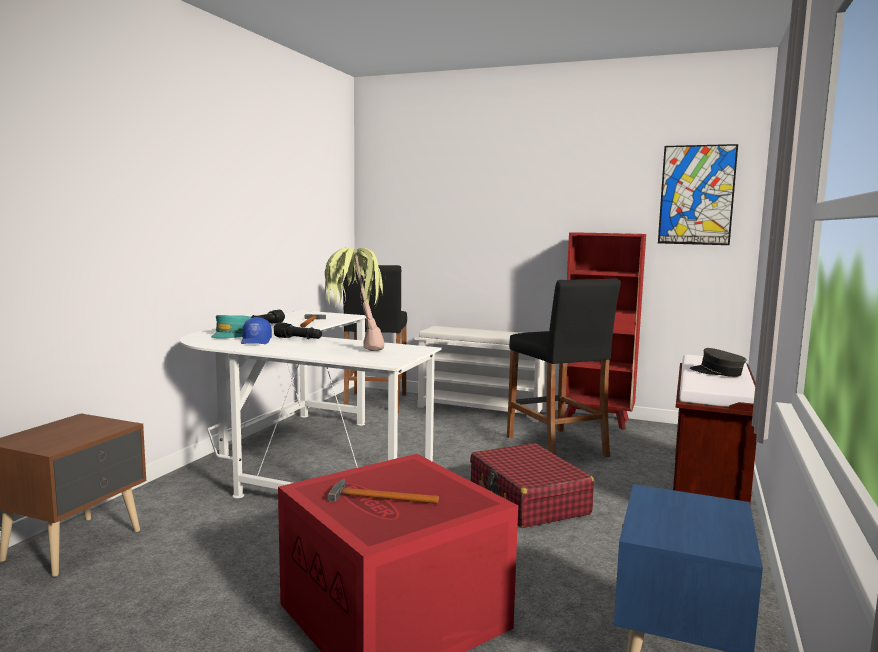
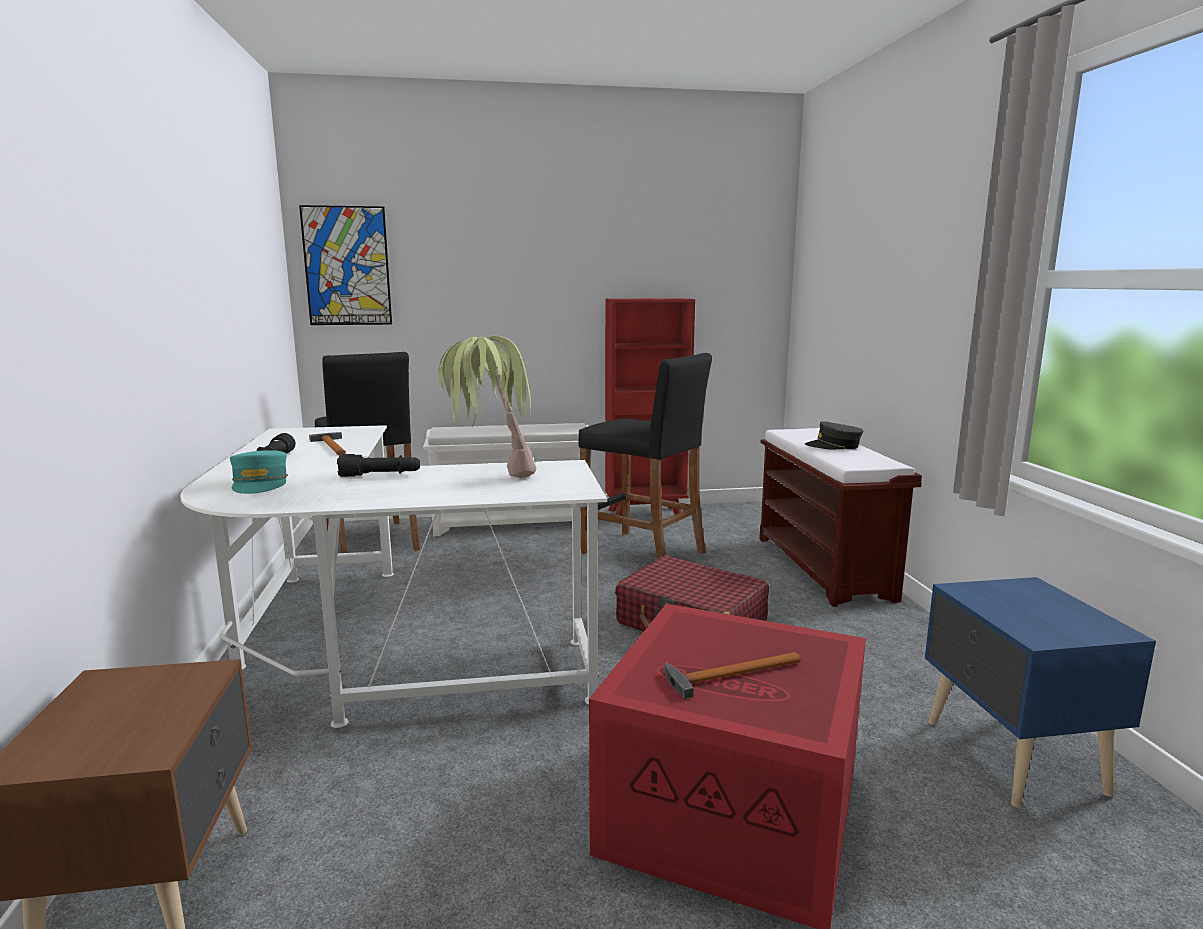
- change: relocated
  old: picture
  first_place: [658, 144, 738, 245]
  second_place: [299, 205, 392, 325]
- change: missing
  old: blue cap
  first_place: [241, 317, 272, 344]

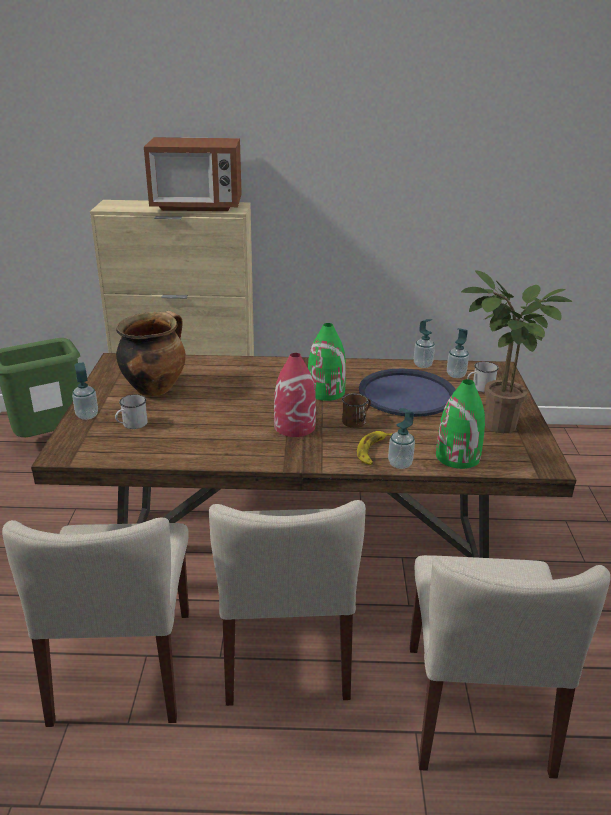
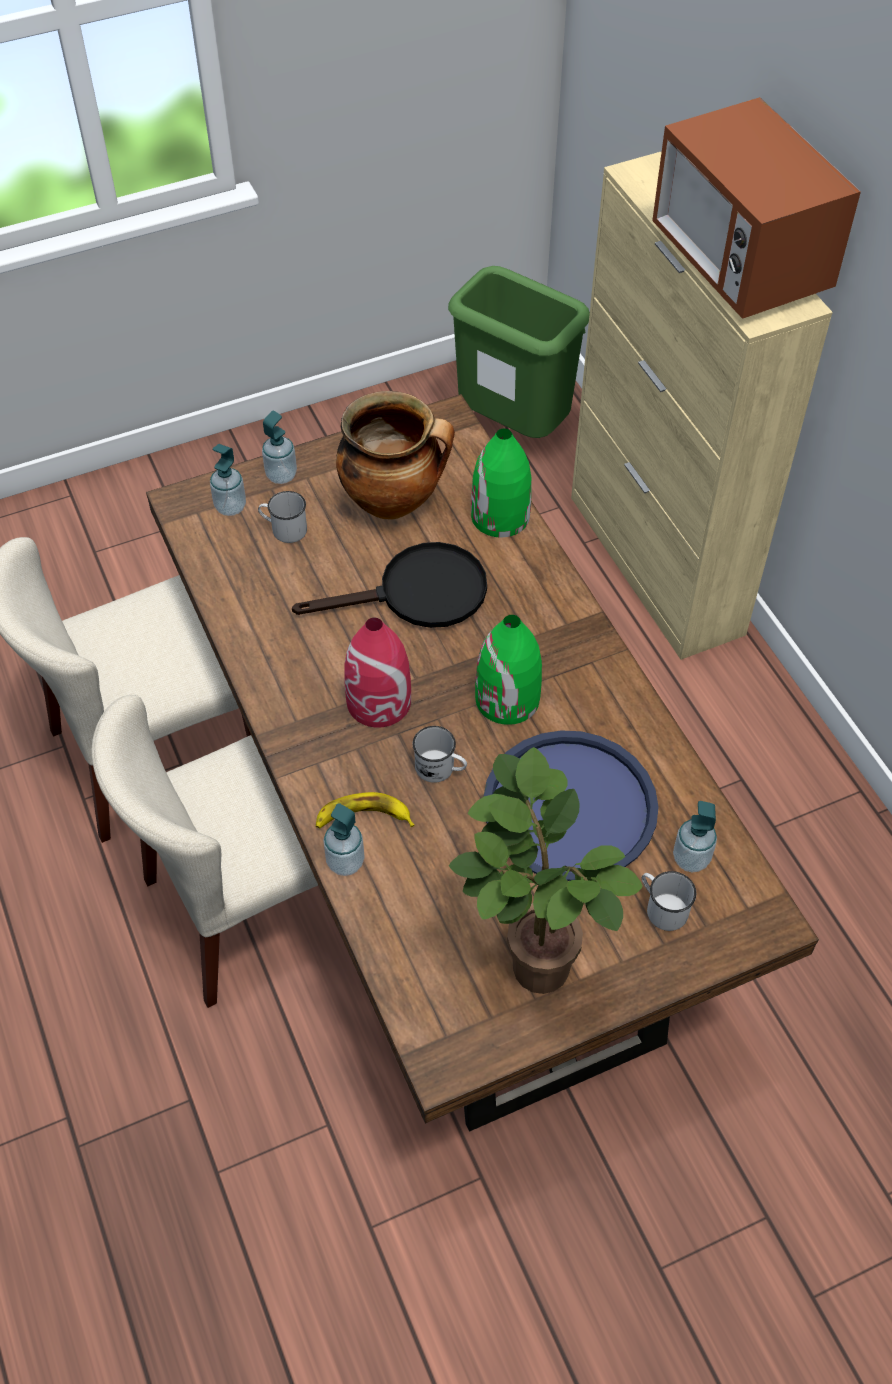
- change: relocated
  old: soap dispenser
  first_place: [414, 319, 435, 368]
  second_place: [210, 444, 246, 516]
- change: relocated
  old: green vase
  first_place: [436, 379, 485, 469]
  second_place: [471, 429, 531, 537]
- change: colour
  old: brown mug
  new: white mug
  first_place: [342, 393, 371, 428]
  second_place: [413, 726, 467, 783]
- change: missing
  old: beige chair
  first_place: [410, 555, 611, 779]
- change: appeared
  new: black frying pan
  second_place: [292, 542, 487, 628]

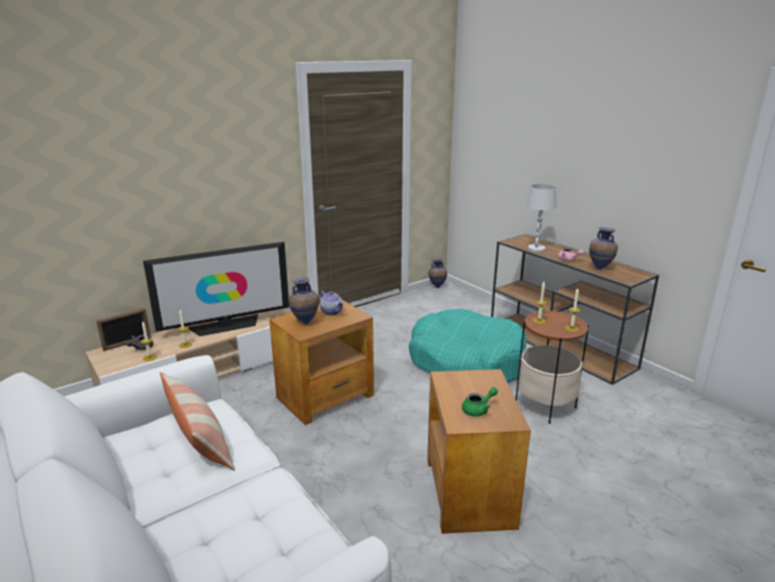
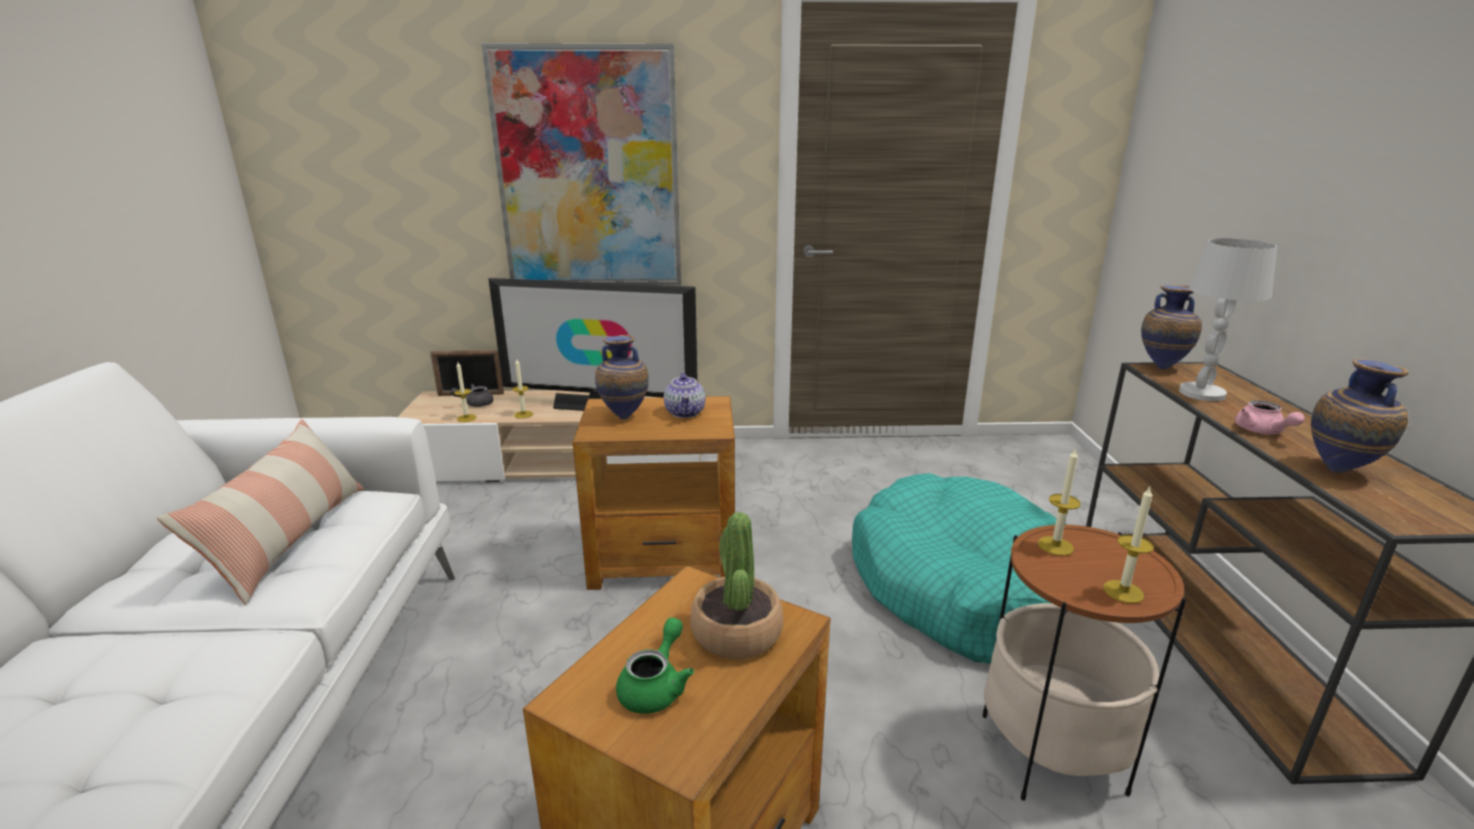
- change: relocated
  old: vase
  first_place: [429, 258, 447, 288]
  second_place: [1141, 285, 1202, 369]
- change: spun
  old: green teapot
  first_place: [462, 387, 498, 416]
  second_place: [616, 617, 694, 714]
  degrees: -75
- change: appeared
  new: picture
  second_place: [481, 43, 681, 285]
- change: appeared
  new: potted plant
  second_place: [690, 512, 783, 659]

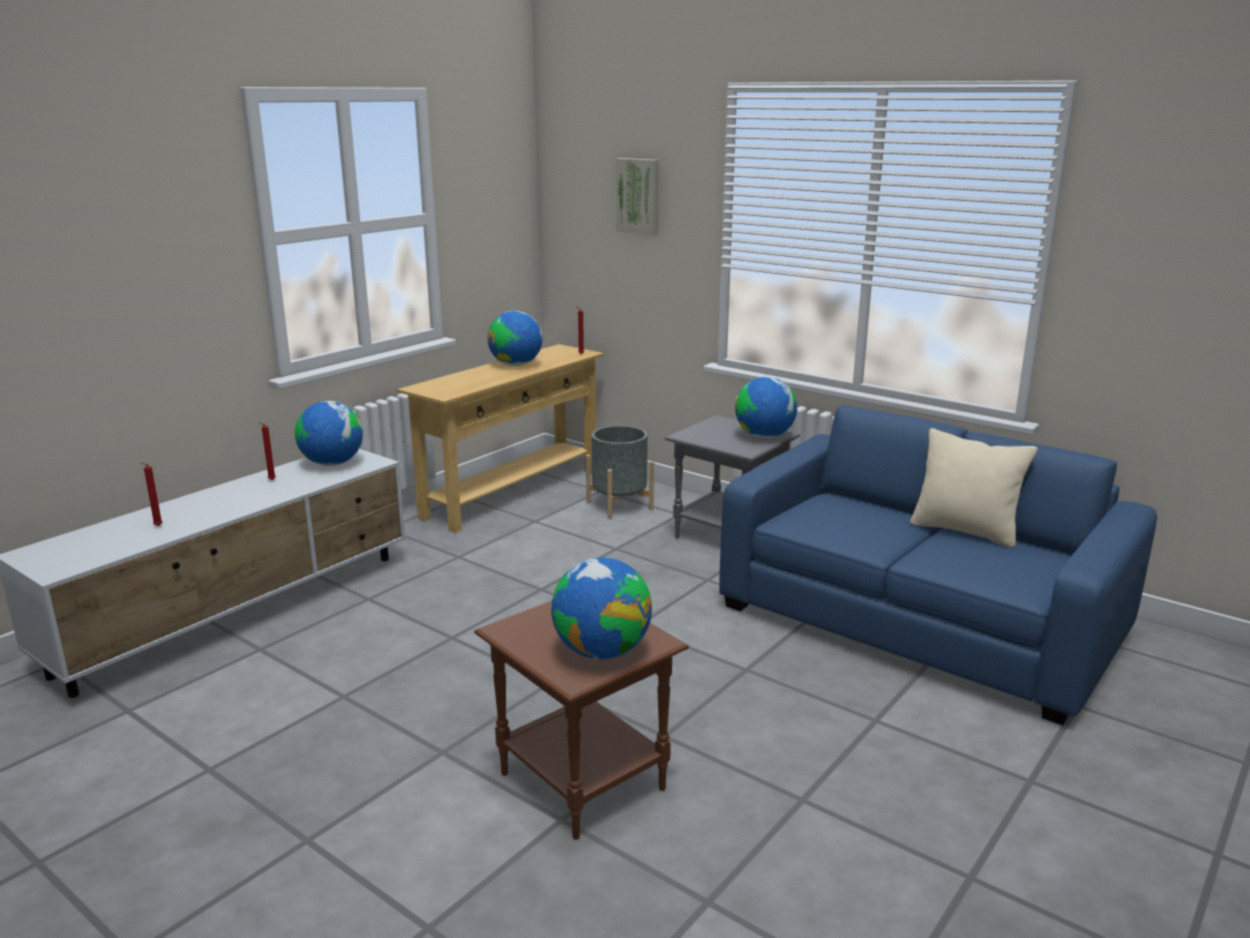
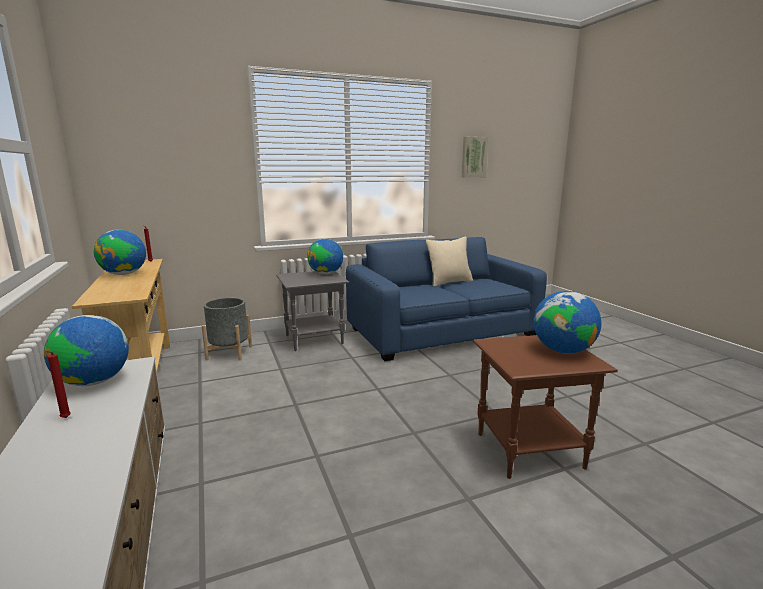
- change: relocated
  old: picture
  first_place: [616, 158, 659, 235]
  second_place: [462, 137, 488, 178]
- change: missing
  old: red candle
  first_place: [141, 463, 162, 526]

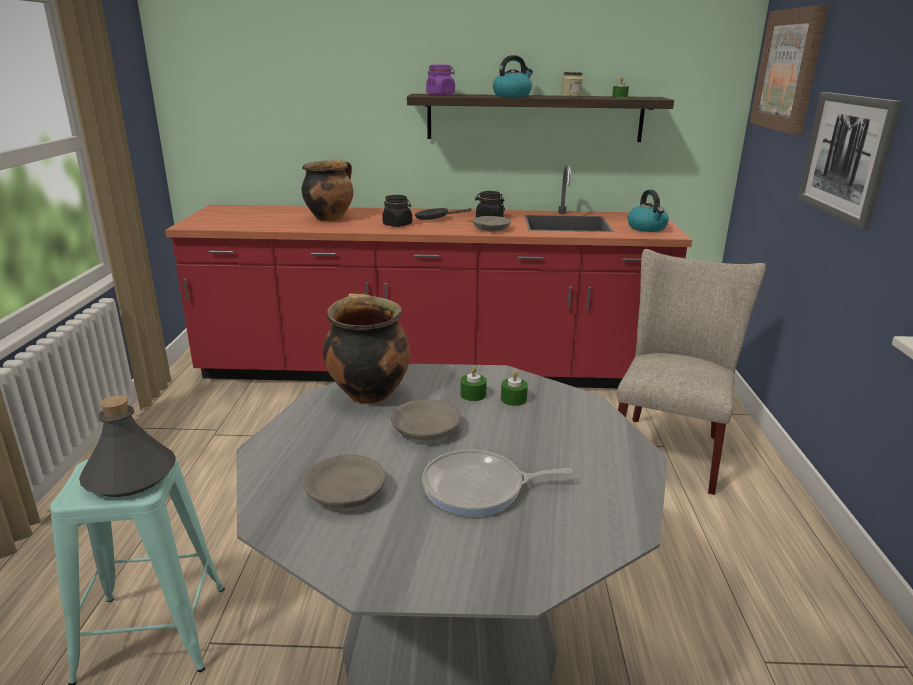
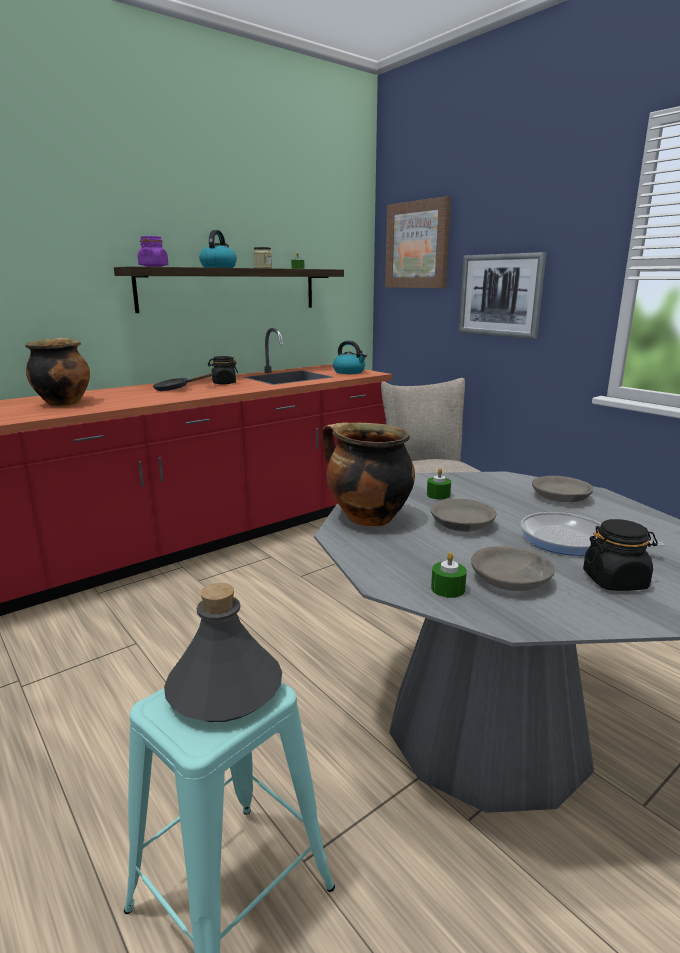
- change: relocated
  old: black jar
  first_place: [382, 195, 412, 227]
  second_place: [583, 519, 658, 591]
- change: relocated
  old: grey bowl
  first_place: [473, 216, 511, 232]
  second_place: [532, 476, 593, 502]
- change: relocated
  old: green candle
  first_place: [501, 371, 528, 406]
  second_place: [431, 552, 467, 598]
- change: spun
  old: frying pan
  first_place: [422, 449, 572, 516]
  second_place: [521, 512, 664, 556]
  degrees: 75

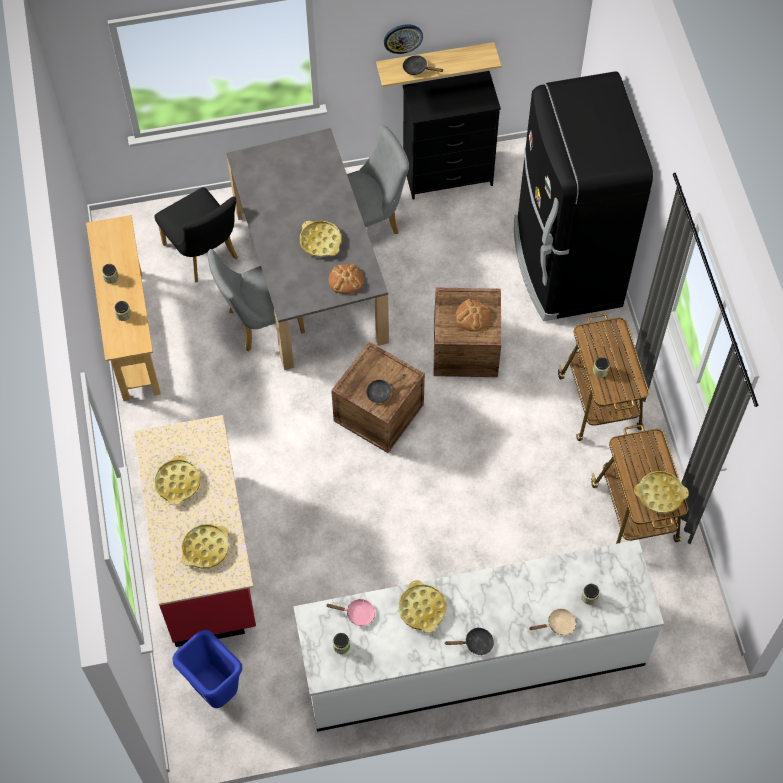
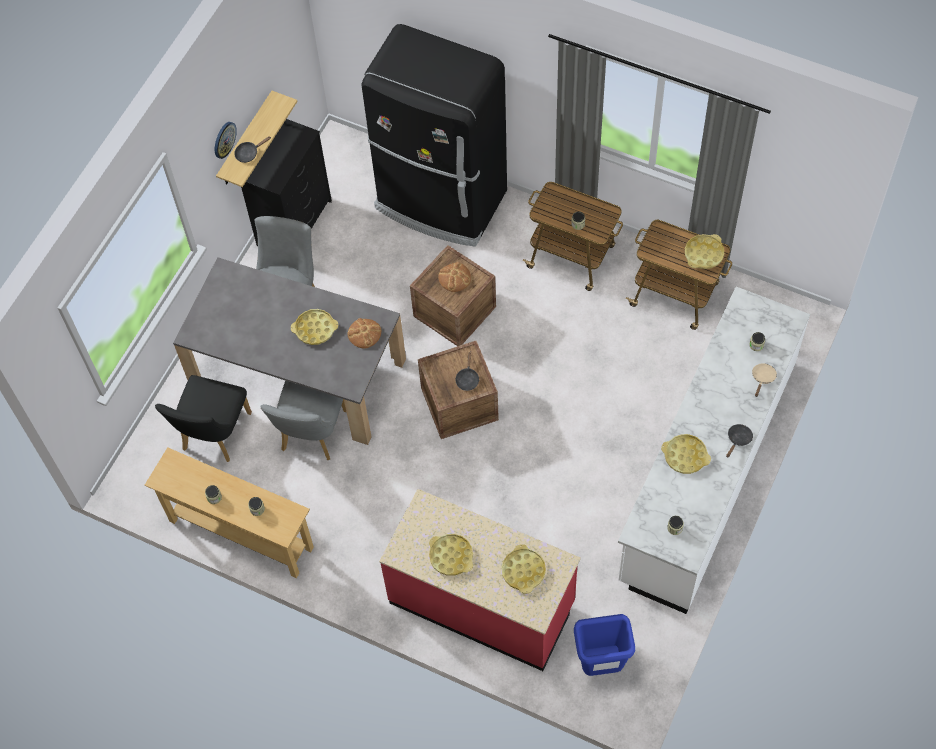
- change: spun
  old: black chair
  first_place: [154, 187, 238, 283]
  second_place: [155, 375, 252, 462]
  degrees: 105
- change: missing
  old: pink frying pan
  first_place: [327, 599, 375, 626]

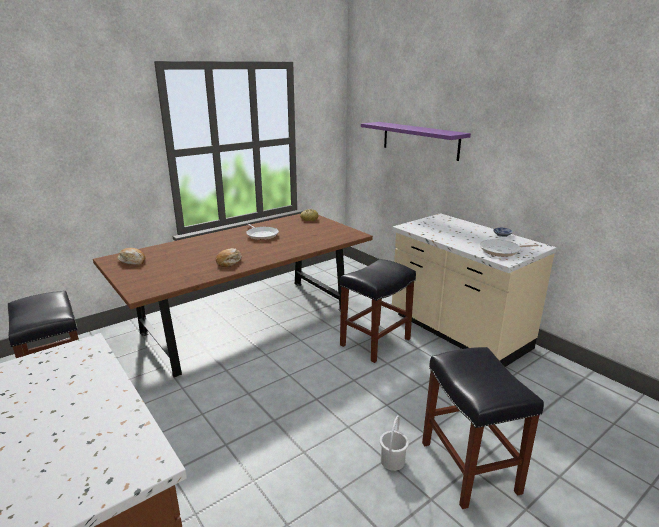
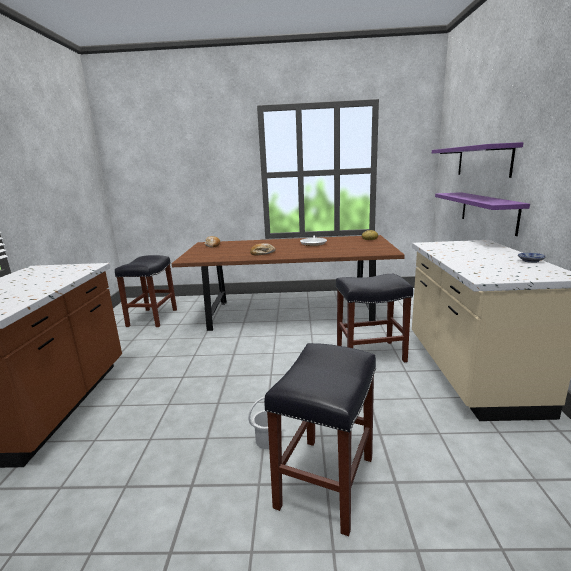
- change: missing
  old: frying pan
  first_place: [479, 239, 539, 257]
- change: appeared
  new: purple shelf
  second_place: [435, 192, 530, 236]

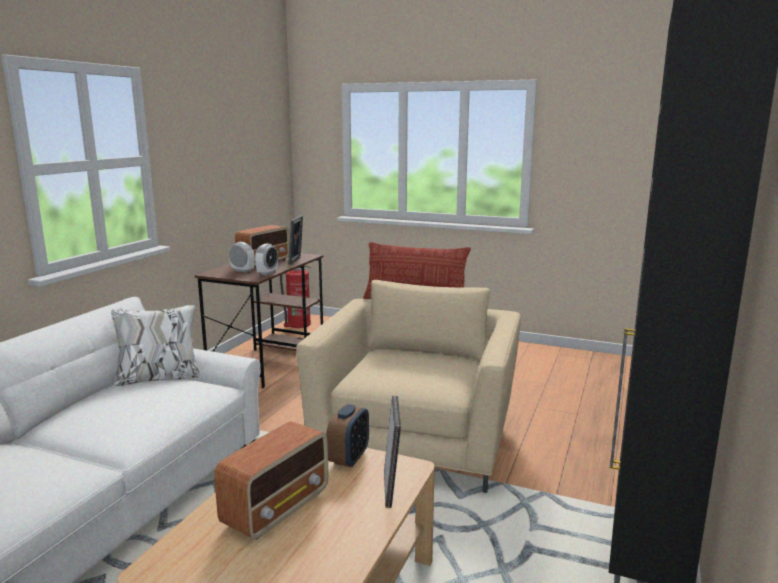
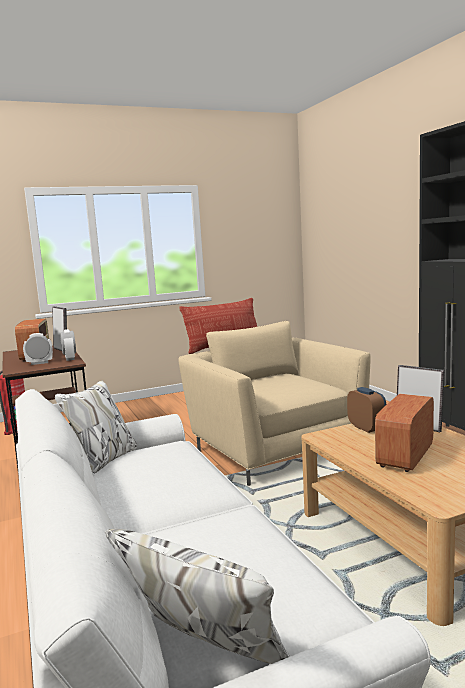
- change: spun
  old: radio
  first_place: [214, 421, 329, 540]
  second_place: [375, 394, 434, 472]
  degrees: -135

